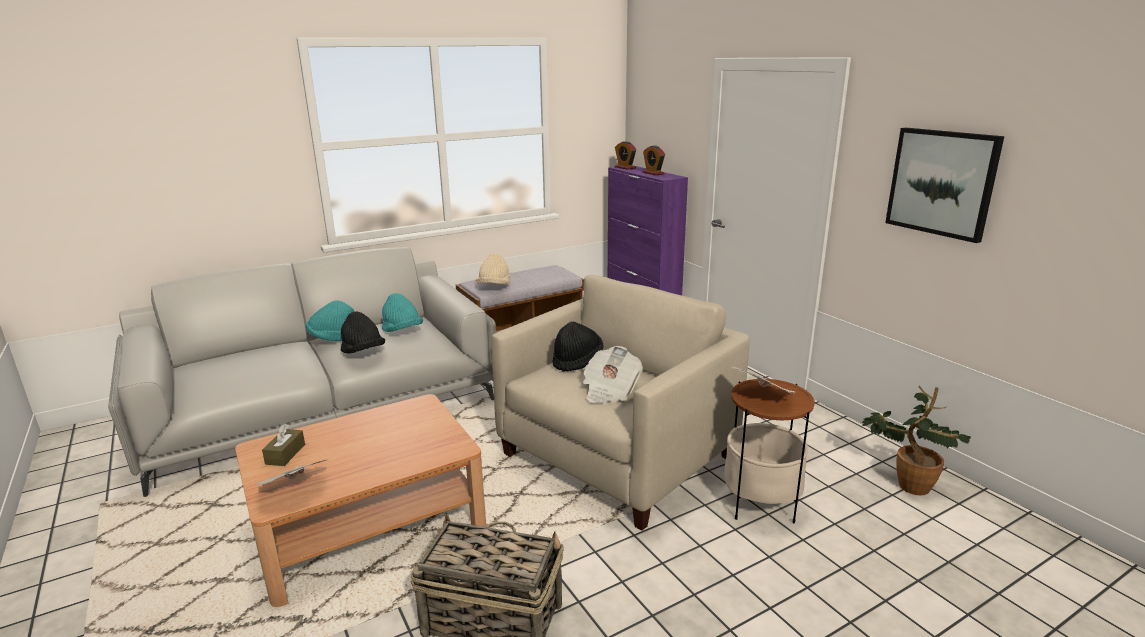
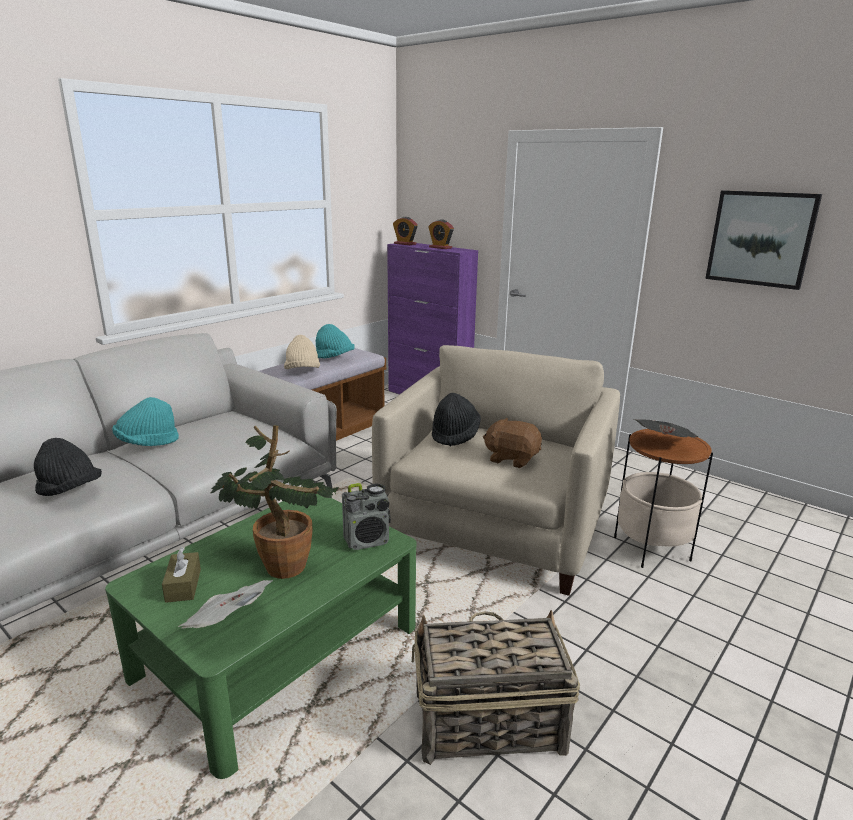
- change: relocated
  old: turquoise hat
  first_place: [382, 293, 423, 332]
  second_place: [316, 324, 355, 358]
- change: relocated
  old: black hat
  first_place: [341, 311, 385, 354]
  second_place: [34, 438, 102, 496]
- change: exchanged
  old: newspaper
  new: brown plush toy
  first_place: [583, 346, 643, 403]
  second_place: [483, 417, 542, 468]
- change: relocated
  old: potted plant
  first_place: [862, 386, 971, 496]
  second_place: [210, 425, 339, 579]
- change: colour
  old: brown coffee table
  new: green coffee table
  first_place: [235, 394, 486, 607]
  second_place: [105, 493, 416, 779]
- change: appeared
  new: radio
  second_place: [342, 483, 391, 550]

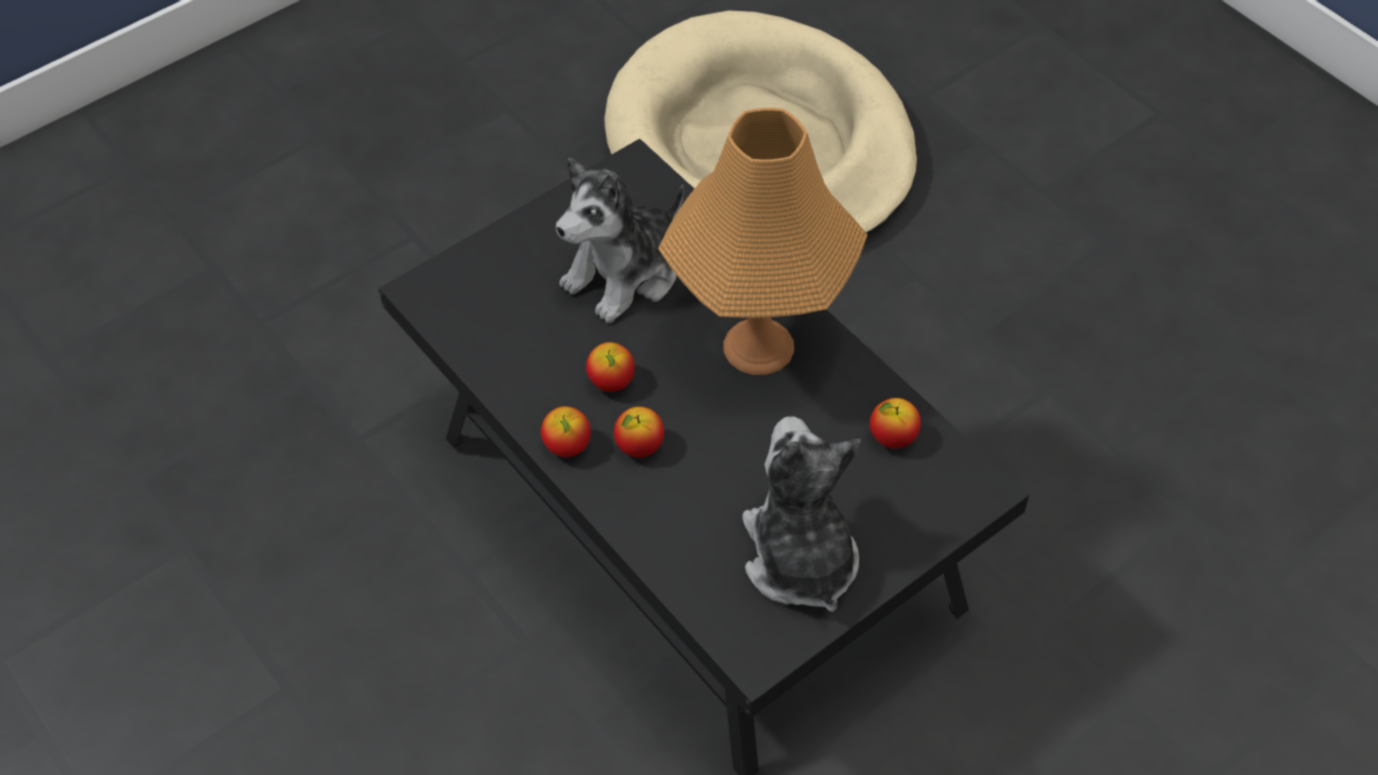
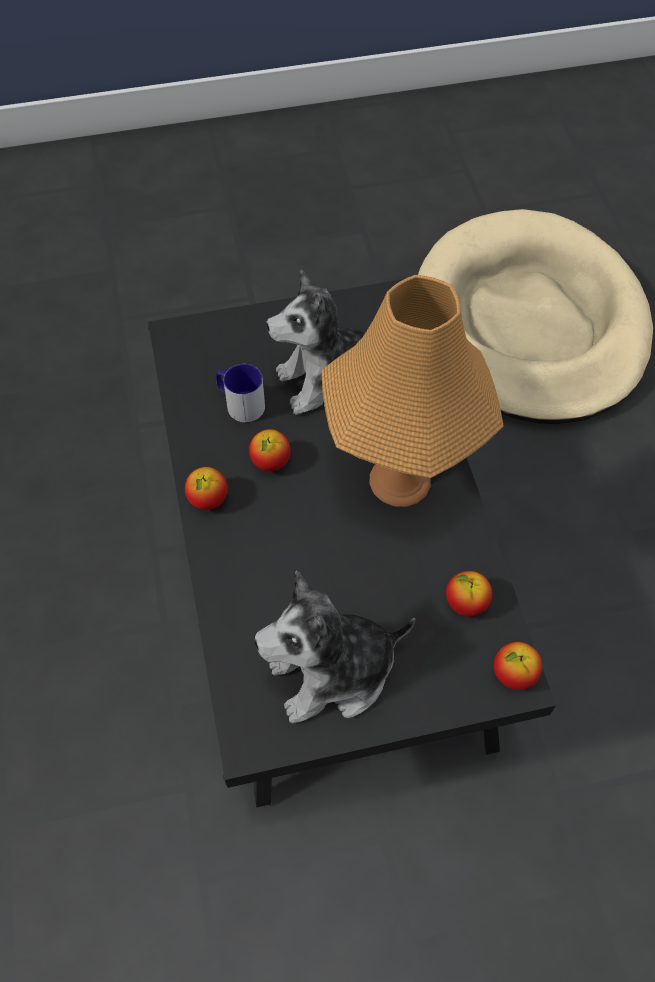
- change: relocated
  old: apple
  first_place: [614, 407, 664, 458]
  second_place: [494, 642, 542, 690]
- change: spun
  old: plush toy
  first_place: [742, 416, 861, 612]
  second_place: [255, 570, 415, 724]
  degrees: -120
- change: appeared
  new: mug
  second_place: [216, 364, 265, 423]

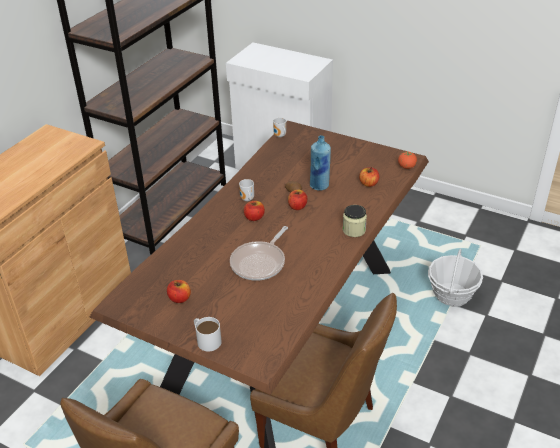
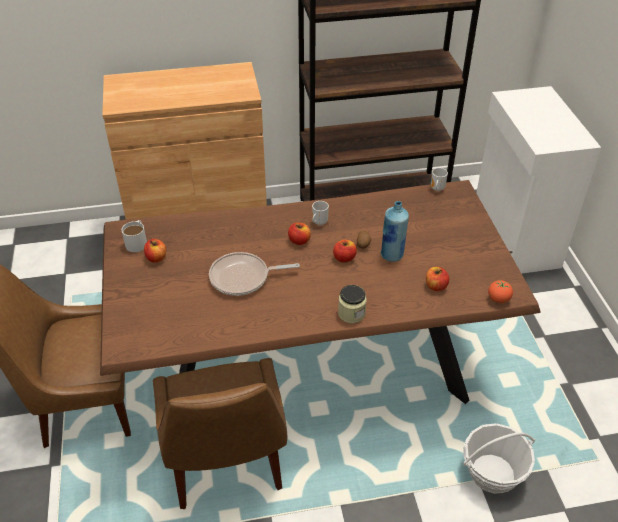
- change: relocated
  old: white mug
  first_place: [194, 317, 222, 351]
  second_place: [122, 220, 147, 252]

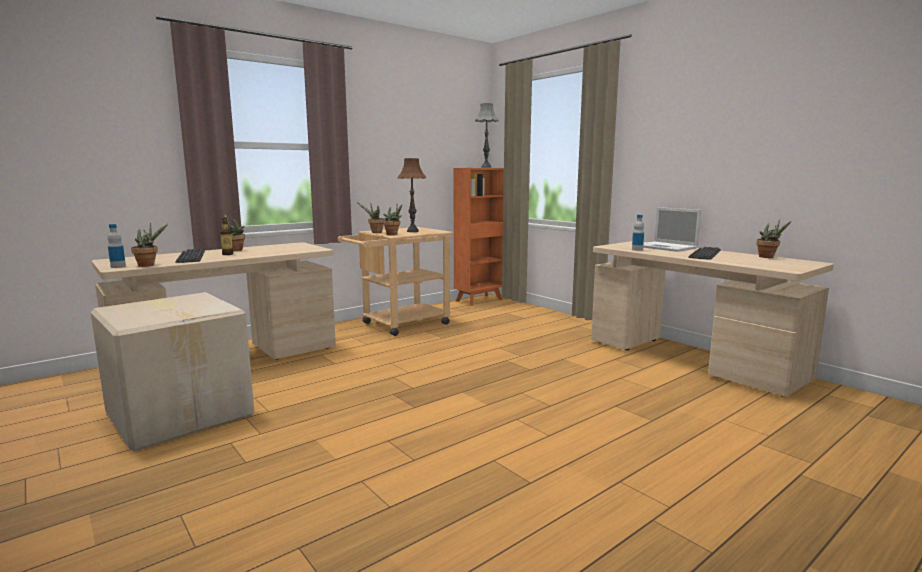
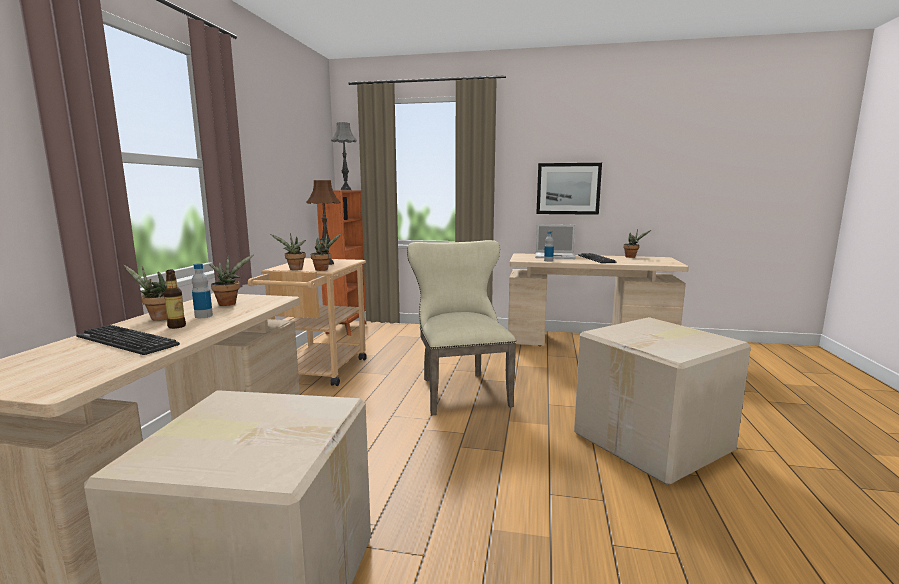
- change: relocated
  old: potted plant
  first_place: [131, 223, 168, 267]
  second_place: [209, 254, 254, 306]
- change: relocated
  old: bottle
  first_place: [107, 224, 126, 268]
  second_place: [192, 263, 213, 318]
- change: appeared
  new: picture
  second_place: [536, 163, 602, 215]
- change: appeared
  new: beige chair
  second_place: [407, 240, 516, 416]
- change: appeared
  new: cardboard box
  second_place: [574, 317, 751, 485]

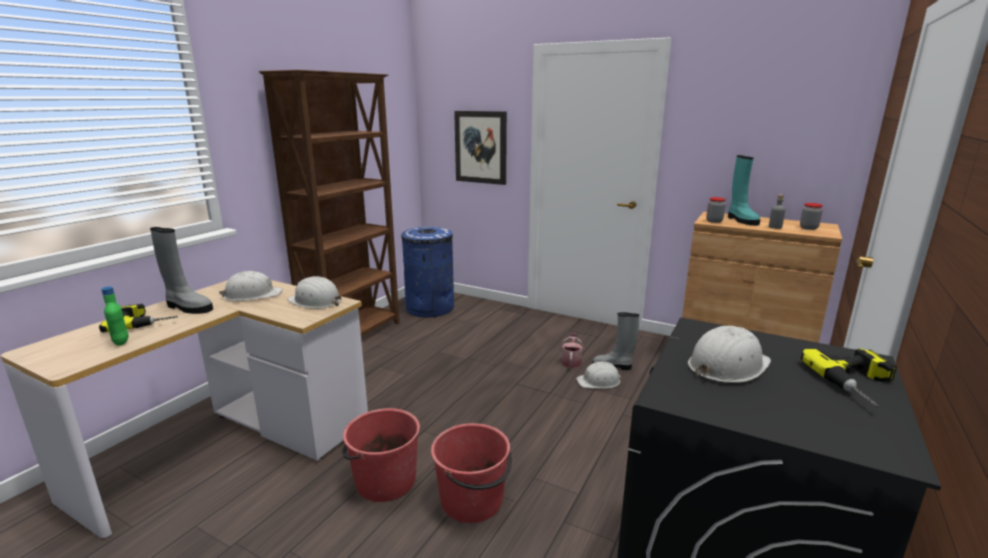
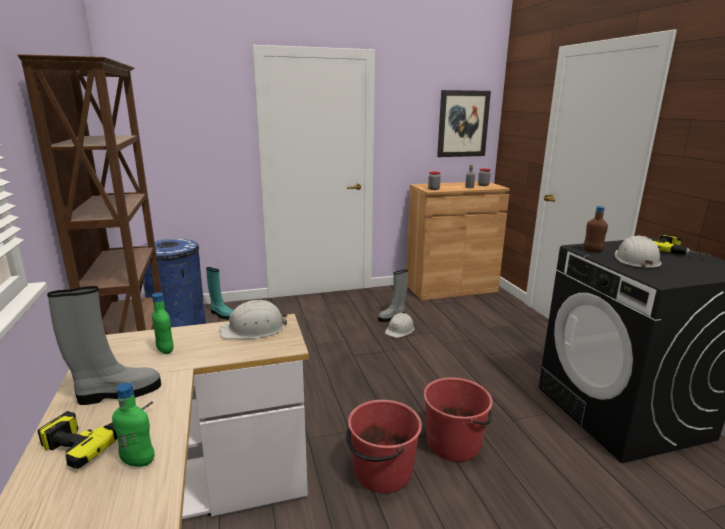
- change: relocated
  old: picture
  first_place: [454, 111, 507, 185]
  second_place: [437, 90, 491, 157]
- change: relocated
  old: turquoise boot
  first_place: [728, 155, 760, 226]
  second_place: [206, 267, 233, 320]
- change: exchanged
  old: white hard hat
  new: green bottle
  first_place: [219, 271, 283, 301]
  second_place: [152, 292, 174, 354]
- change: missing
  old: watering can
  first_place: [561, 333, 583, 368]
- change: appeared
  new: brown bottle
  second_place: [583, 206, 608, 253]

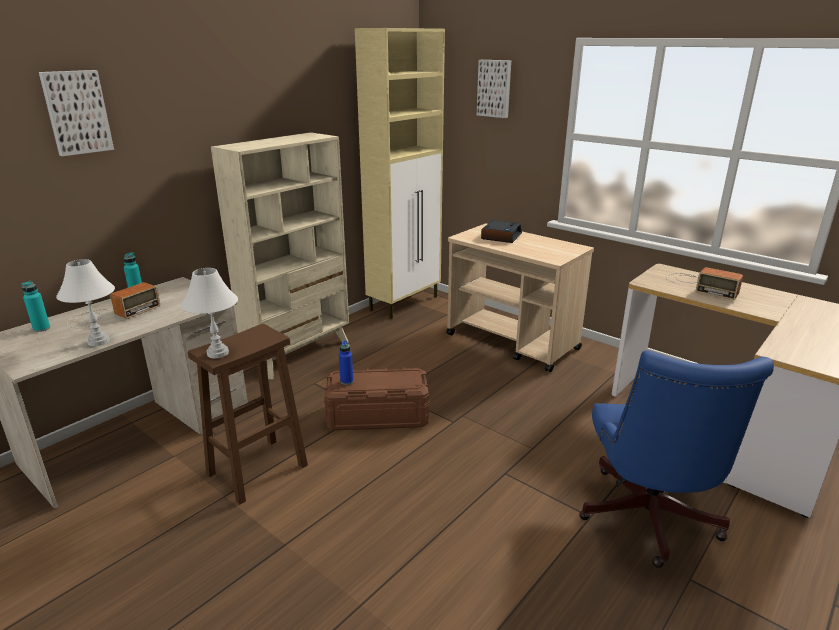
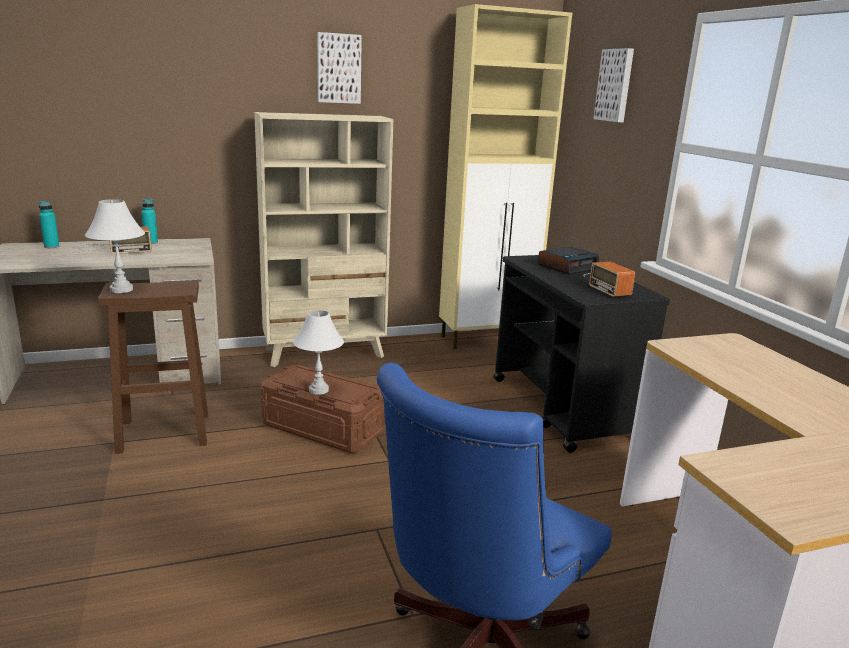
- change: relocated
  old: picture
  first_place: [39, 70, 114, 156]
  second_place: [317, 32, 362, 104]
- change: colour
  old: beige cart
  new: black cart
  first_place: [446, 224, 594, 372]
  second_place: [493, 255, 670, 453]
- change: relocated
  old: white table lamp
  first_place: [56, 259, 115, 346]
  second_place: [293, 310, 344, 395]
- change: relocated
  old: radio
  first_place: [666, 267, 743, 300]
  second_place: [583, 261, 635, 297]
- change: missing
  old: blue bottle
  first_place: [339, 341, 353, 385]

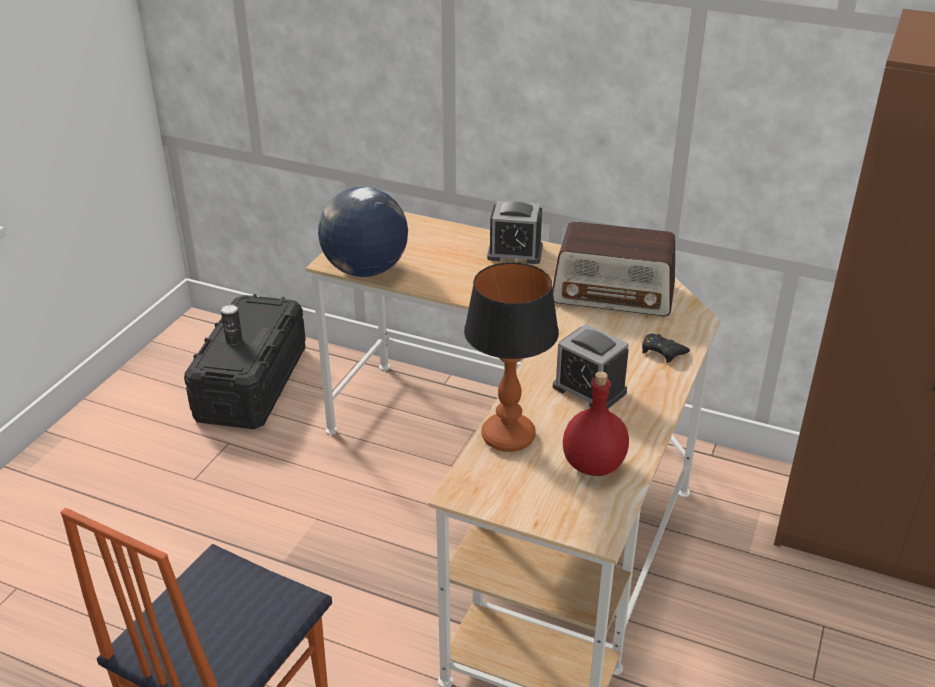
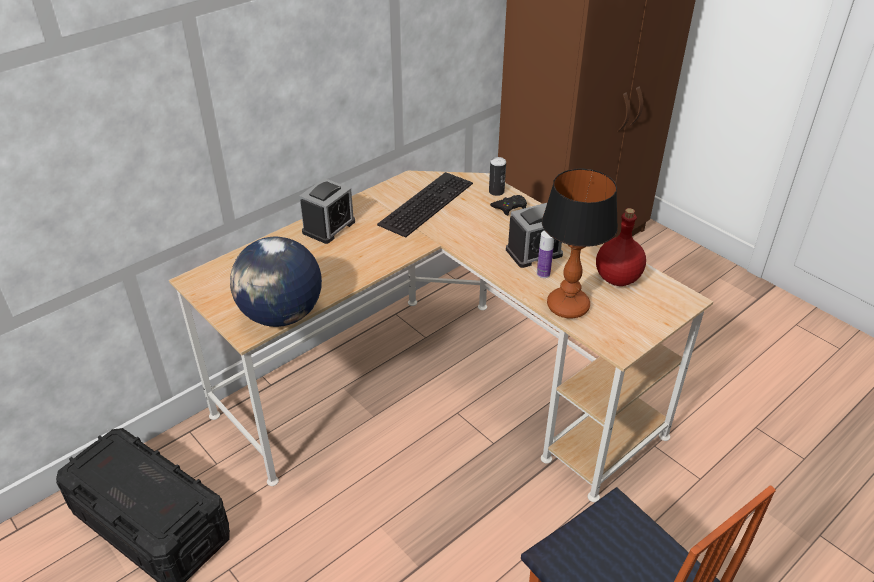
- change: exchanged
  old: radio
  new: keyboard
  first_place: [552, 221, 675, 316]
  second_place: [377, 172, 473, 238]
- change: relocated
  old: can
  first_place: [221, 304, 242, 345]
  second_place: [489, 157, 506, 196]
- change: appeared
  new: bottle
  second_place: [537, 231, 554, 278]

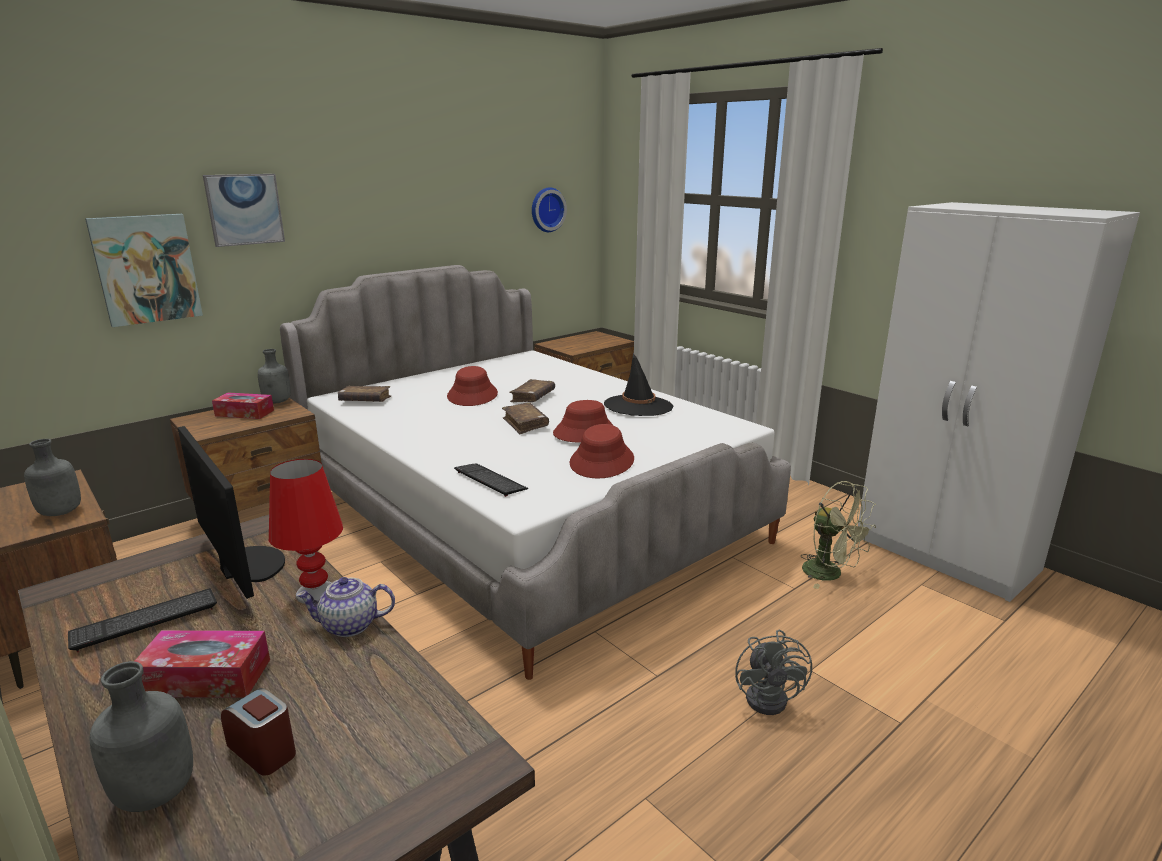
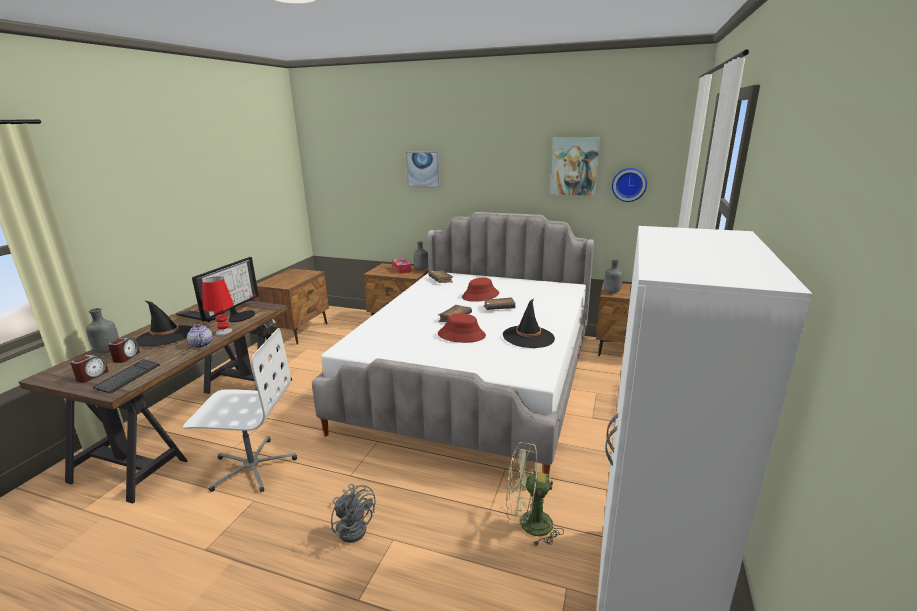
- change: relocated
  old: picture
  first_place: [85, 214, 203, 327]
  second_place: [551, 137, 600, 196]
- change: missing
  old: red hat
  first_place: [570, 424, 634, 478]
- change: relocated
  old: grey bottle
  first_place: [24, 439, 81, 516]
  second_place: [604, 260, 623, 293]
- change: relocated
  old: keyboard
  first_place: [454, 464, 529, 497]
  second_place: [93, 359, 161, 394]
- change: spun
  old: green fan
  first_place: [801, 481, 876, 589]
  second_place: [506, 442, 564, 546]
  degrees: 75
- change: exchanged
  old: tissue box
  new: black hat
  first_place: [135, 630, 270, 698]
  second_place: [135, 301, 193, 347]
- change: spun
  old: grey fan
  first_place: [735, 630, 812, 715]
  second_place: [331, 484, 375, 543]
  degrees: -105
- change: appeared
  new: white office chair
  second_place: [183, 328, 297, 492]
- change: appeared
  new: alarm clock
  second_place: [70, 355, 109, 383]

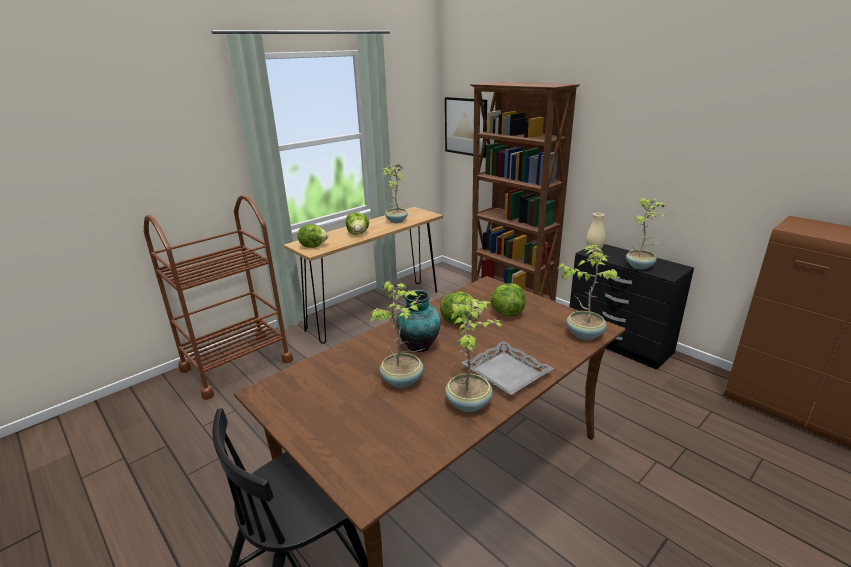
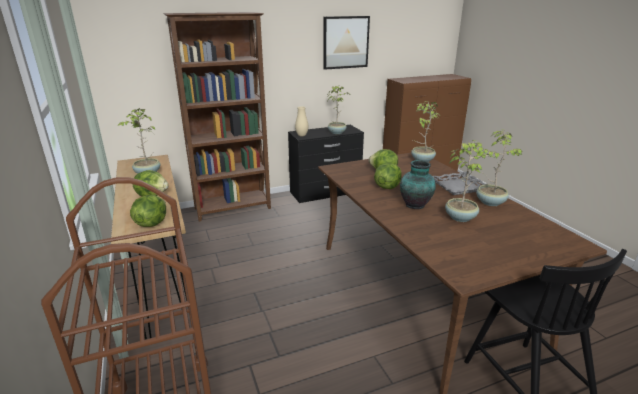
- change: relocated
  old: picture
  first_place: [445, 97, 487, 158]
  second_place: [323, 16, 370, 70]

